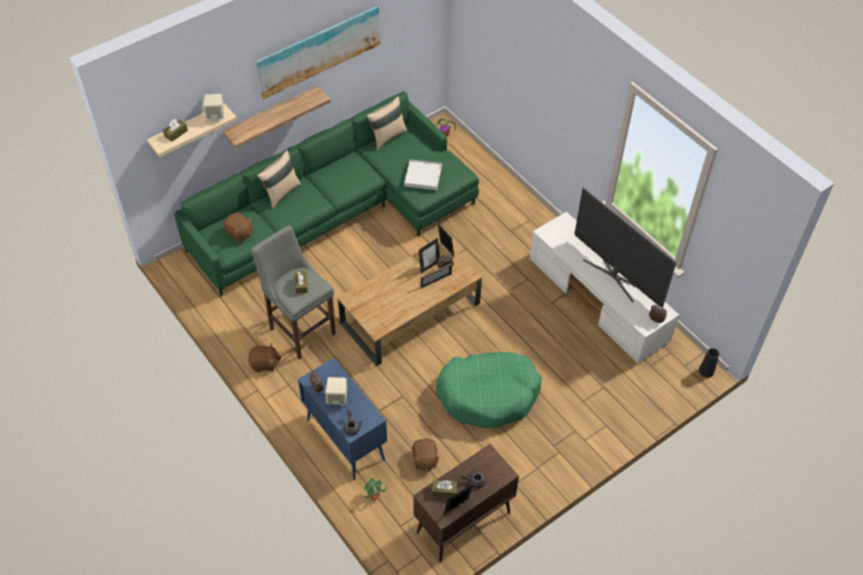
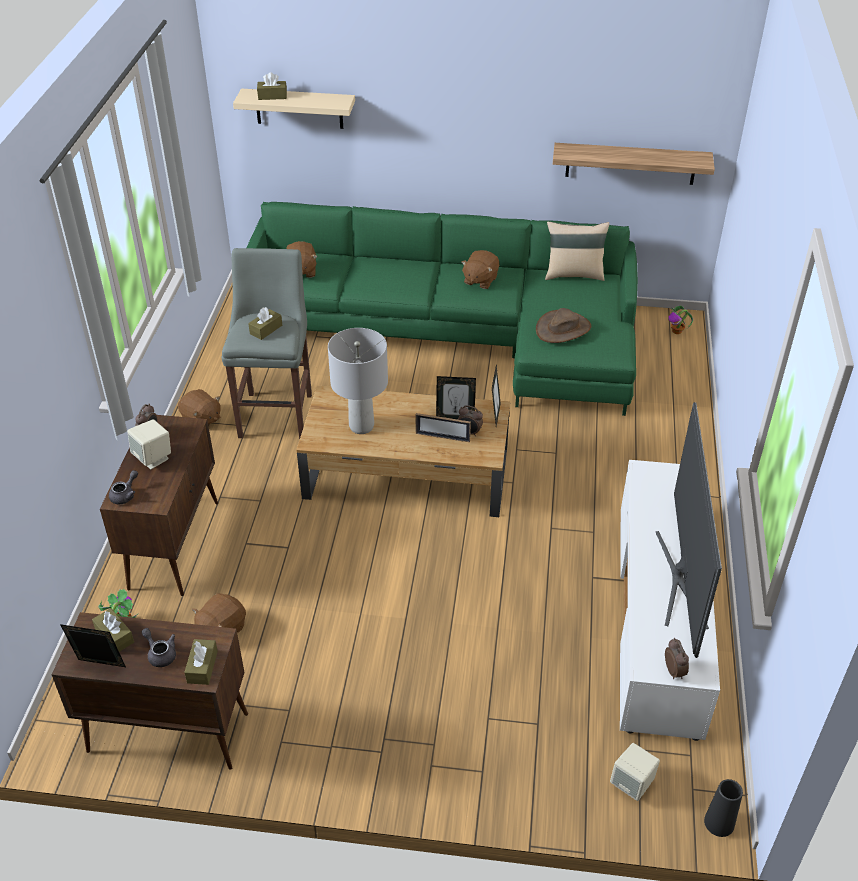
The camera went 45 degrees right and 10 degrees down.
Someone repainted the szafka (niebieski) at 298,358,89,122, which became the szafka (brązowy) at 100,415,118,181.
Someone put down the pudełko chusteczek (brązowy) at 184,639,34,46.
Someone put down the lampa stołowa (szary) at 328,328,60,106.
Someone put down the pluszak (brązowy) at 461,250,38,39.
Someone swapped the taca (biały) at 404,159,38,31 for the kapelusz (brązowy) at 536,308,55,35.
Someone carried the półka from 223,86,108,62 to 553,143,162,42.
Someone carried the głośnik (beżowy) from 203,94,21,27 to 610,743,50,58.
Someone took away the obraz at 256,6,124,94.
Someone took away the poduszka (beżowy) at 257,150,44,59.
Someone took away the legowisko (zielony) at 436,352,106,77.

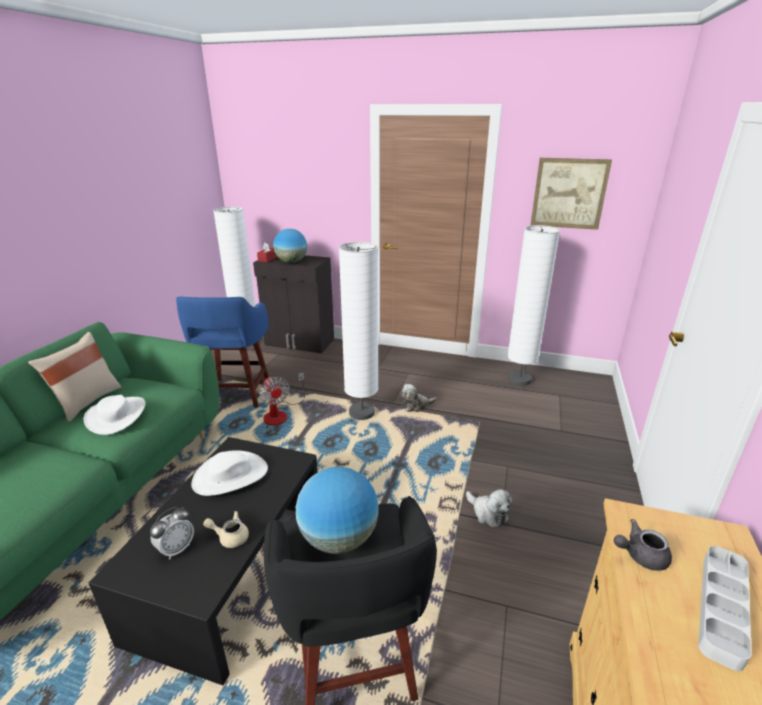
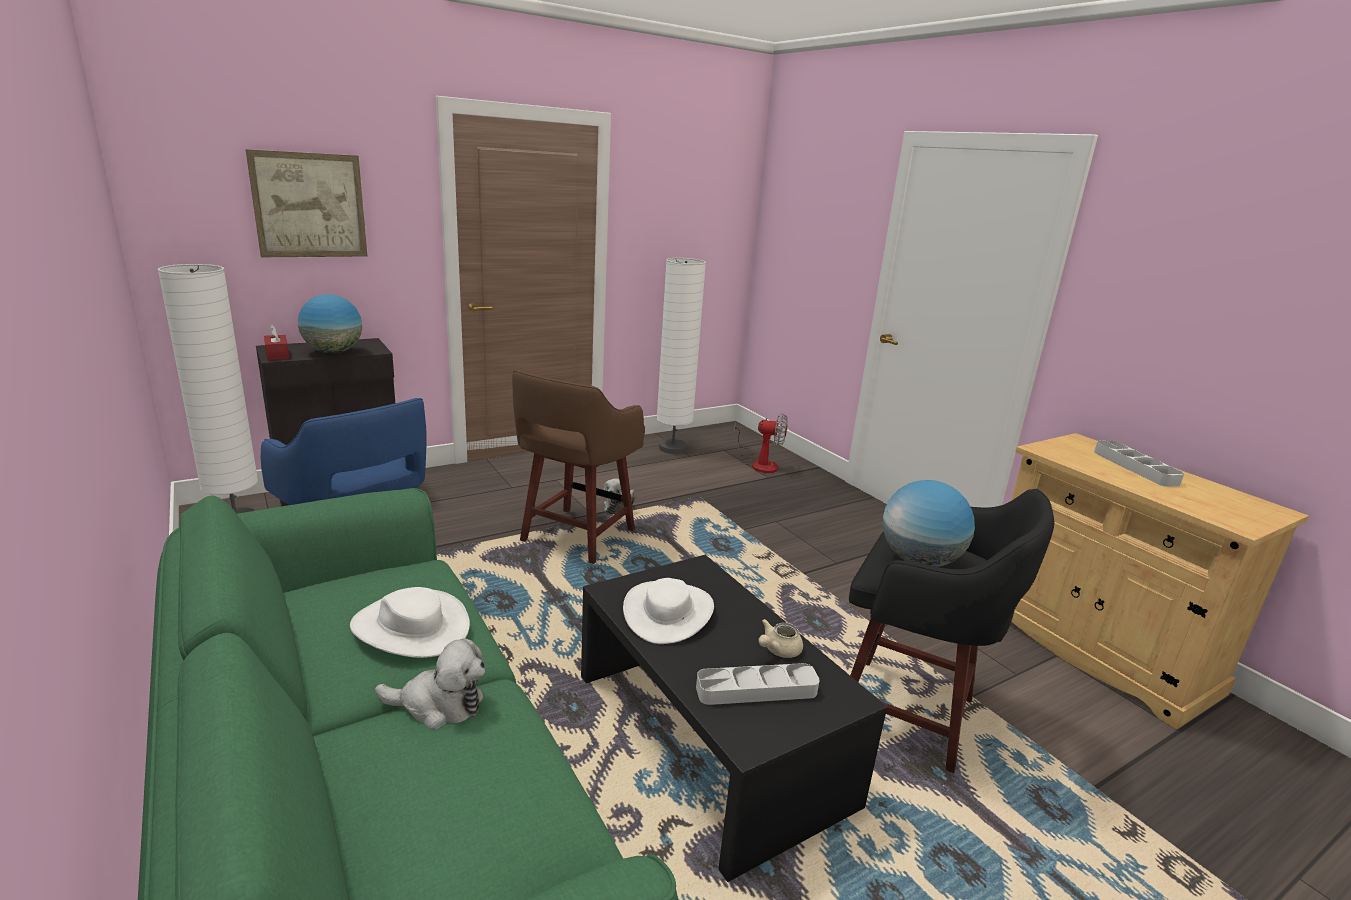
The camera went 50 degrees left and 5 degrees down.
Someone carried the obraz from 531,158,81,72 to 245,149,122,108.
Someone carried the pluszak from 466,489,46,38 to 375,638,111,92.
Someone swapped the lampa stojąca (biały) at 339,242,40,178 for the stołek (brązowy) at 512,370,133,194.
Someone swapped the budzik at 150,507,44,52 for the taca (szary) at 696,663,124,42.
Someone carried the wentylator from 259,372,46,53 to 734,413,54,60.
Someone took away the poduszka (beżowy) at 28,332,93,90.
Someone took away the imbryk (szary) at 614,519,58,52.

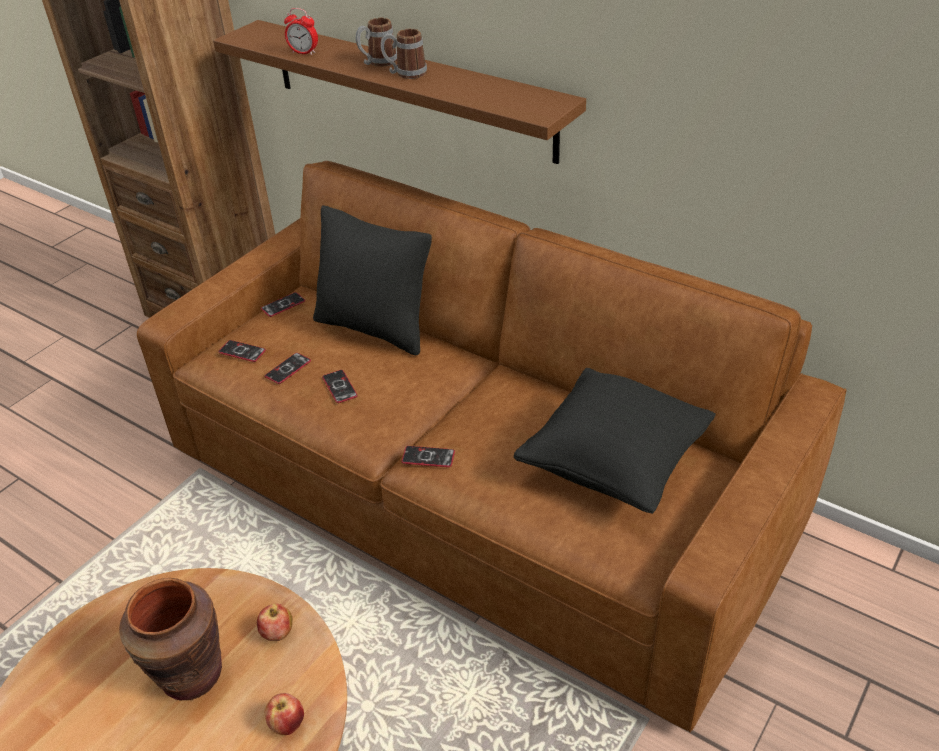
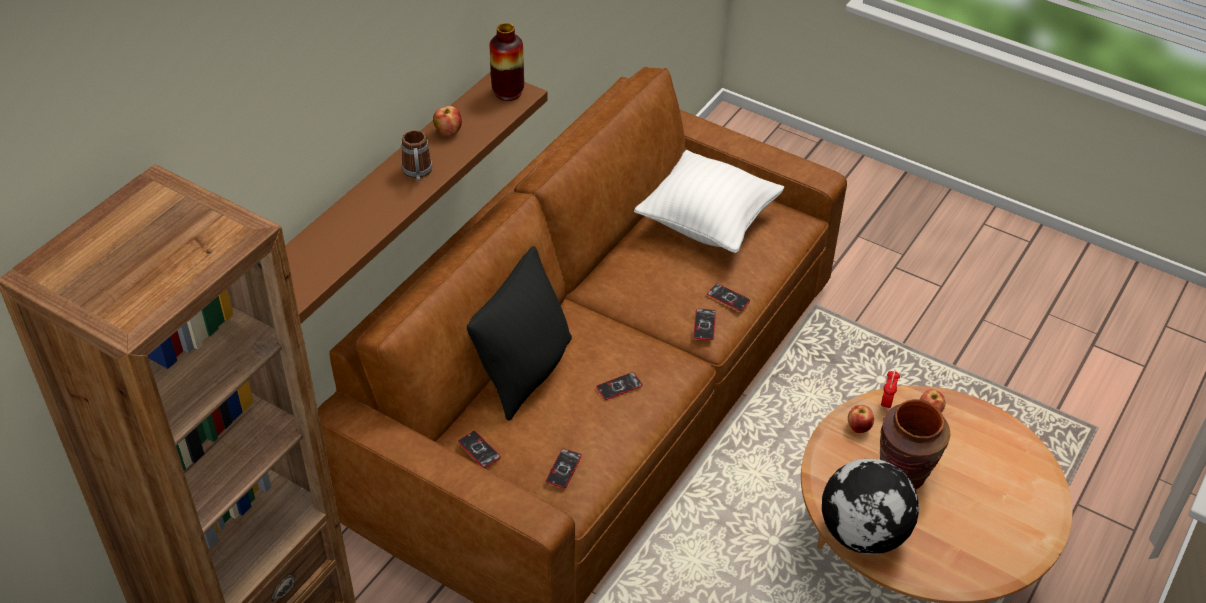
The camera went 95 degrees left and 5 degrees up.
Someone put down the jabłko at 433,106,29,30.
Someone put down the wazon at 490,23,34,78.
Someone repainted the poduszka (czarny) at 513,368,203,146, which became the poduszka (biały) at 634,150,150,103.
Someone carried the telefon from 265,353,46,31 to 707,283,43,28.
Someone put down the globus at 822,458,97,97.
Someone carried the budzik from 284,8,34,47 to 881,369,19,42.
Someone took away the kubek at 356,18,41,49.

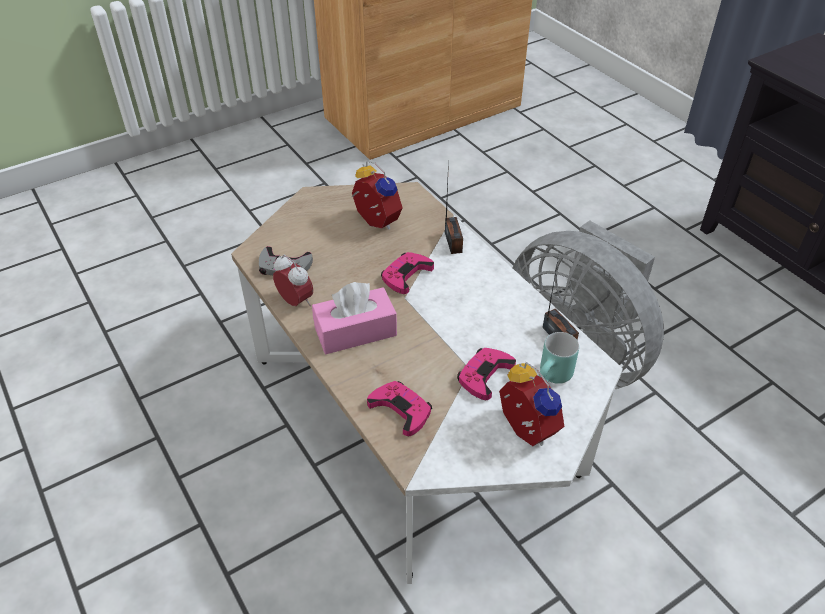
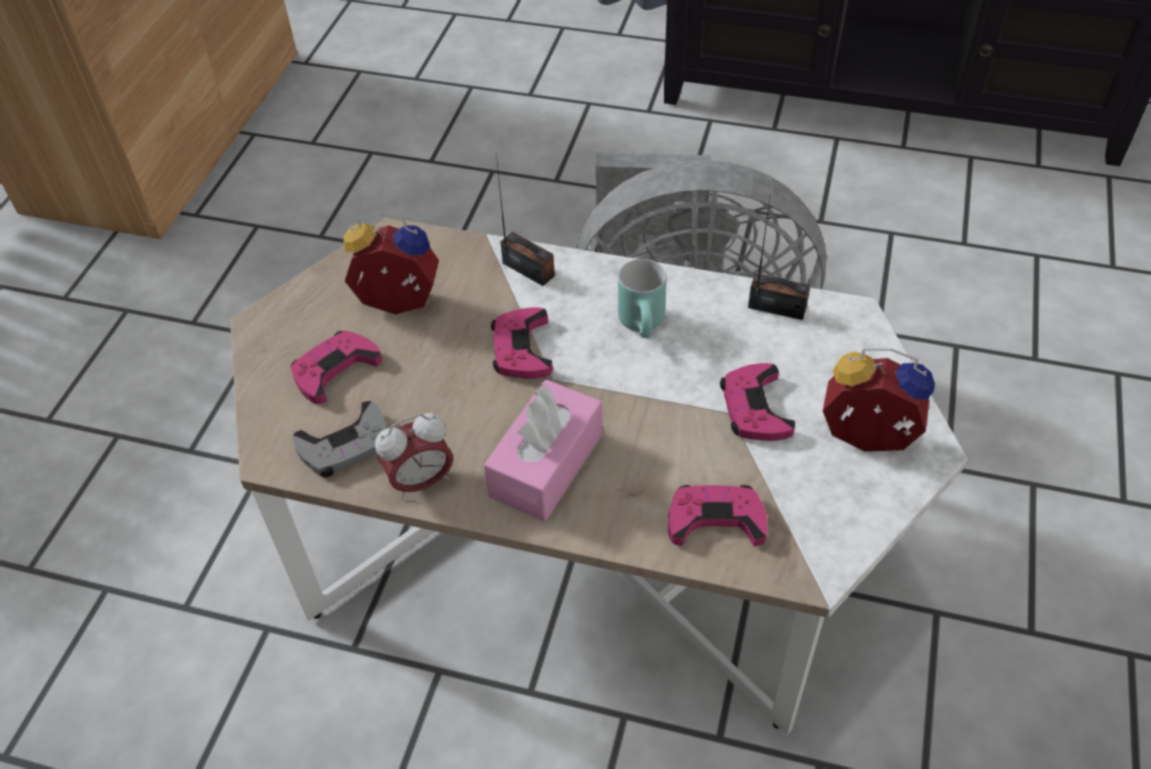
The camera went 40 degrees left and 5 degrees up.
Someone put down the pad do gier (różowy) at 290,331,92,73.
Someone rotated the budzik at 273,255,40,51 by 150 degrees clockwise.
Someone carried the kubek (turkusowy) from 538,332,41,52 to 618,259,49,79.

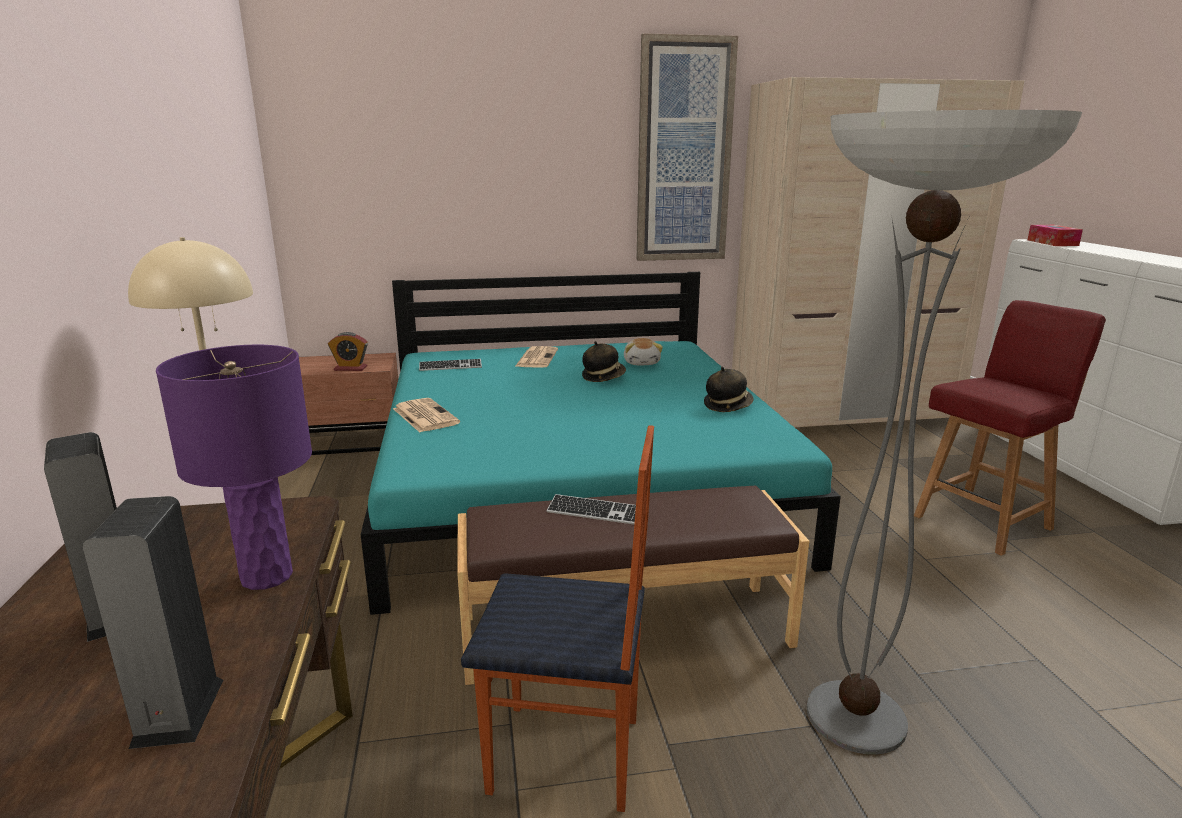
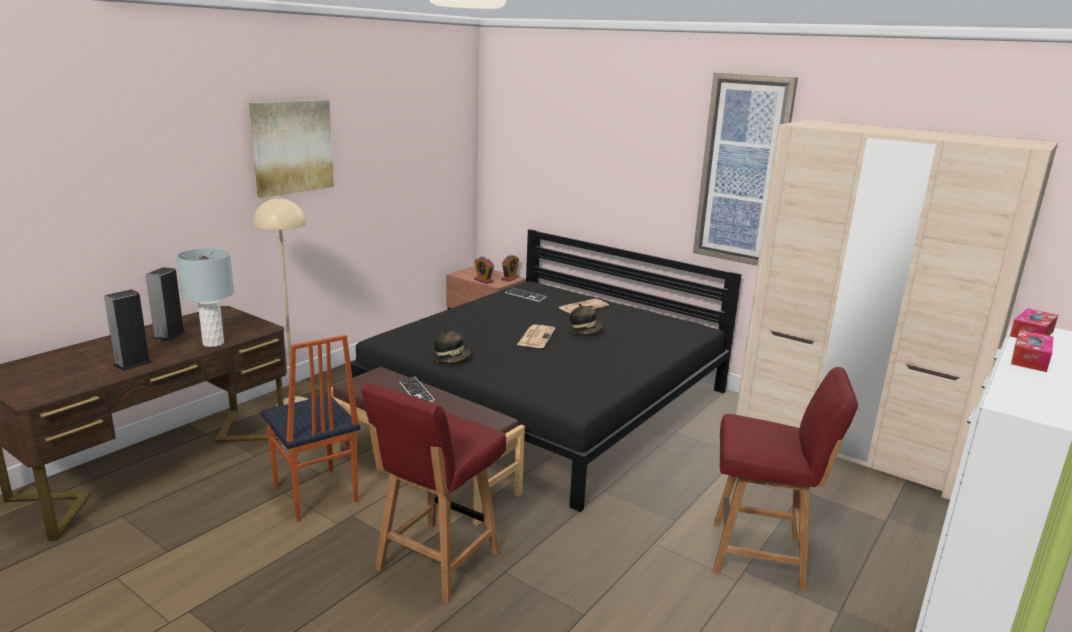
The camera went 45 degrees right and 0 degrees up.
Someone repainted the lampa stołowa (fioletowy) at 156,345,156,245, which became the lampa stołowa (szary) at 176,248,58,99.
Someone put up the obraz at 249,100,85,98.
Someone repainted the łóżko (turkusowy) at 361,272,480,343, which became the łóżko (czarny) at 350,229,391,283.
Someone swapped the lampa stojąca at 807,110,275,645 for the krzesło (czerwony) at 361,383,145,220.
Someone carried the kapelusz from 704,367,50,45 to 434,328,37,34.
Someone put down the budzik at 501,255,18,27.
Someone carried the gazeta from 393,398,67,34 to 517,325,38,23.
Someone put down the pudełko chusteczek at 1011,330,42,42.
Someone took away the pluszak at 624,338,39,27.

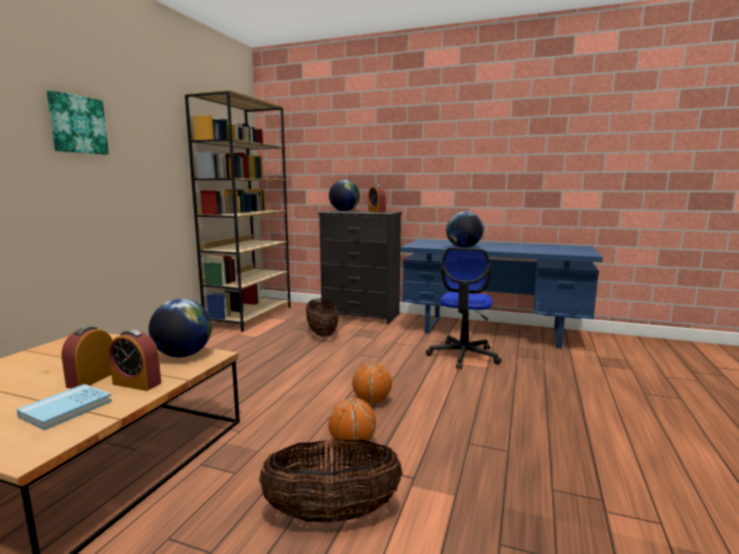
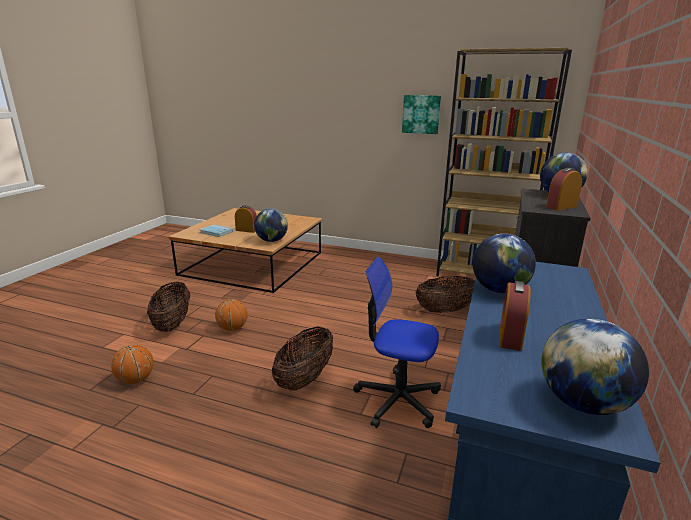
The camera went 90 degrees right and 10 degrees up.
Someone carried the piłka do koszykówki from 352,362,40,42 to 111,345,42,39.
Someone put down the koszyk at 272,326,61,65.
Someone carried the obraz from 47,90,62,65 to 402,95,39,39.
Someone carried the budzik from 109,329,52,62 to 499,281,32,70.
Someone put down the globus at 541,319,108,96.

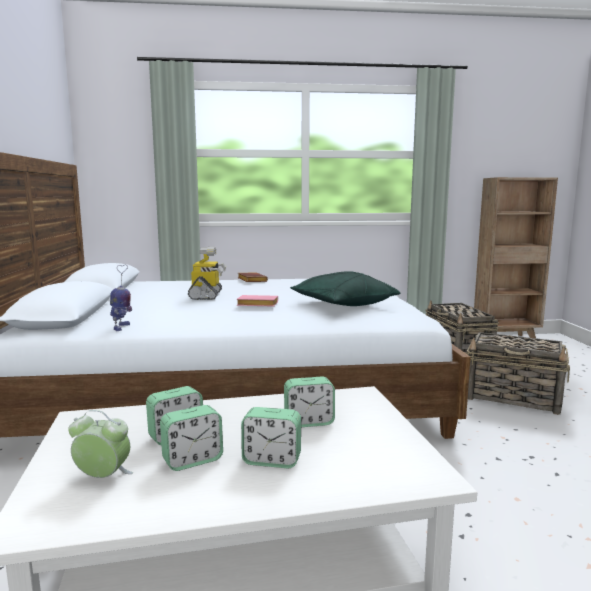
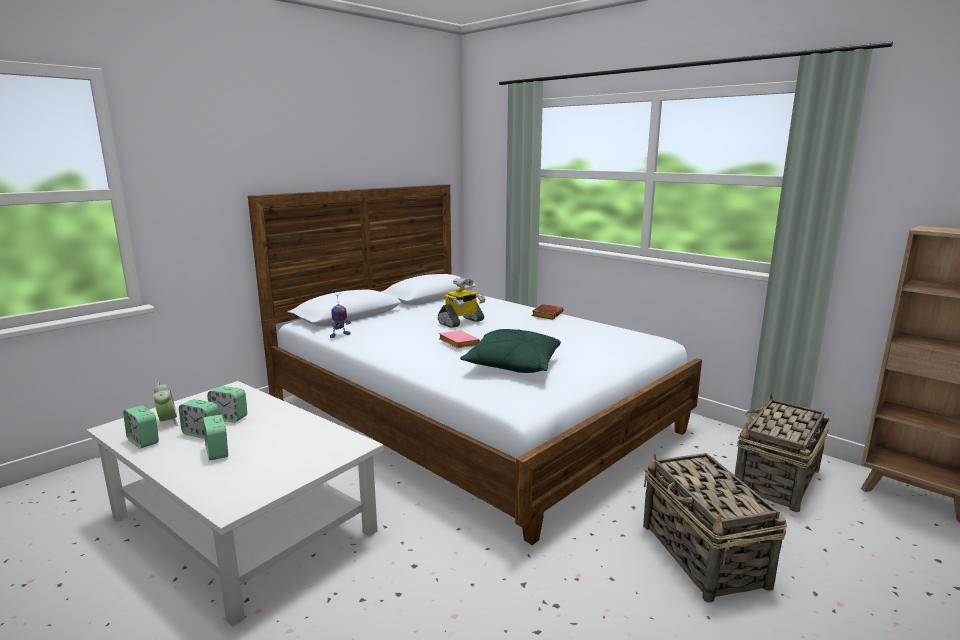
The camera went 50 degrees right and 5 degrees up.
Someone carried the budzik from 284,376,51,51 to 123,405,36,43.

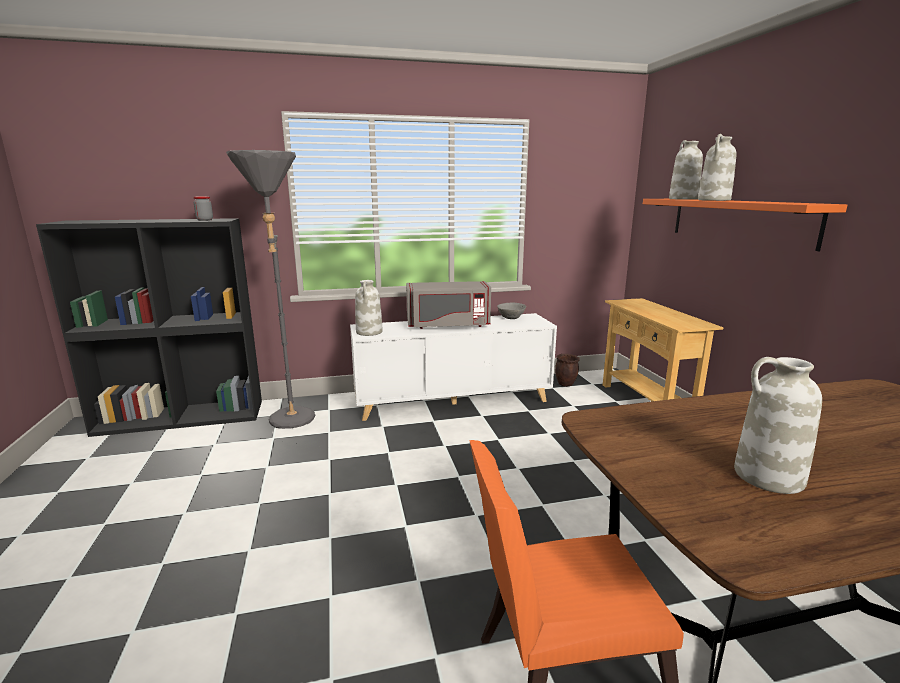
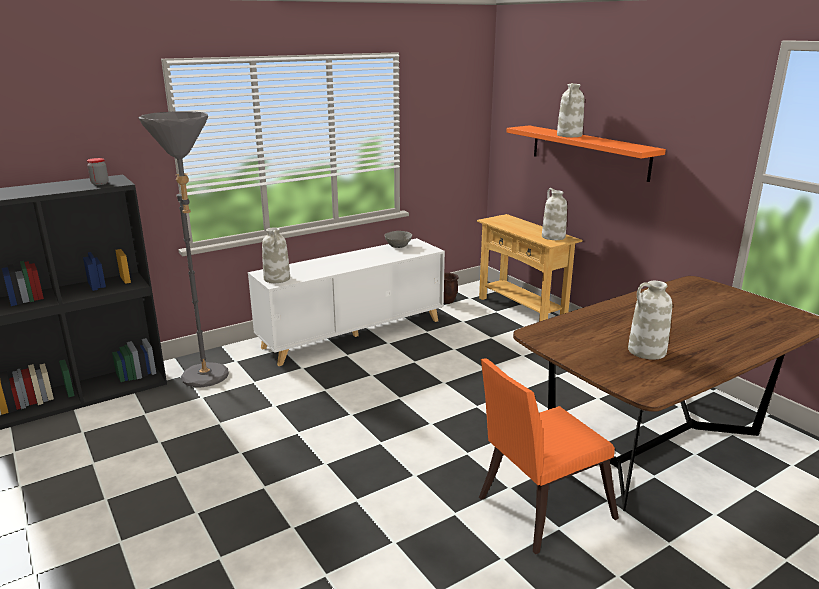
The camera went 20 degrees left and 5 degrees up.
Someone carried the wazon (biały) from 669,140,34,60 to 542,188,25,52.
Someone took away the mikrofalówka (szary) at 406,281,85,48.

